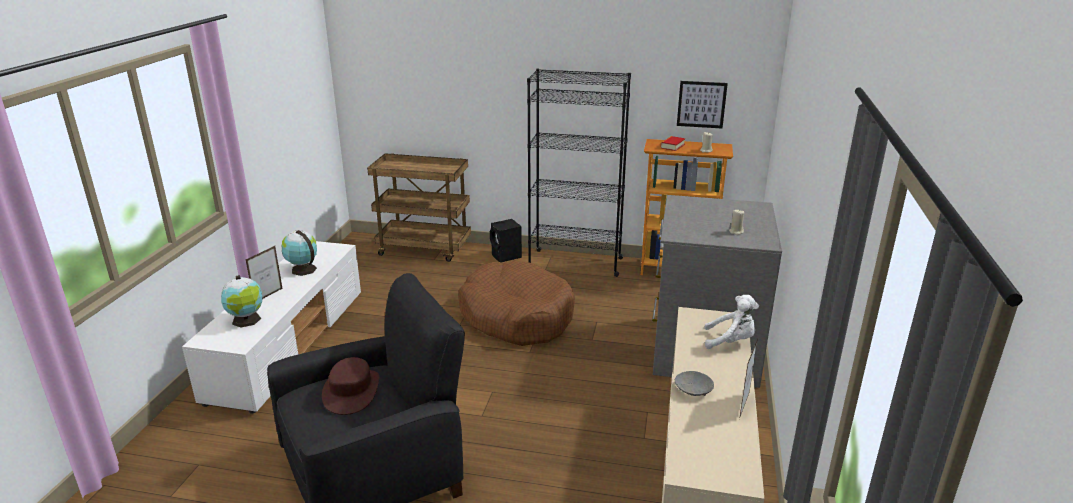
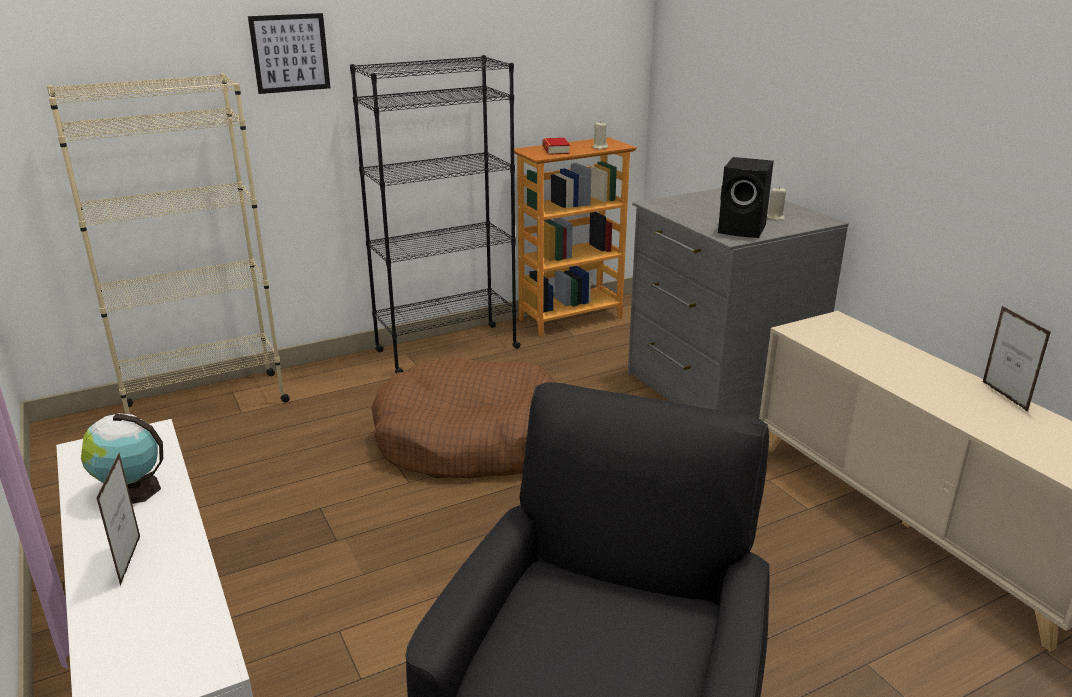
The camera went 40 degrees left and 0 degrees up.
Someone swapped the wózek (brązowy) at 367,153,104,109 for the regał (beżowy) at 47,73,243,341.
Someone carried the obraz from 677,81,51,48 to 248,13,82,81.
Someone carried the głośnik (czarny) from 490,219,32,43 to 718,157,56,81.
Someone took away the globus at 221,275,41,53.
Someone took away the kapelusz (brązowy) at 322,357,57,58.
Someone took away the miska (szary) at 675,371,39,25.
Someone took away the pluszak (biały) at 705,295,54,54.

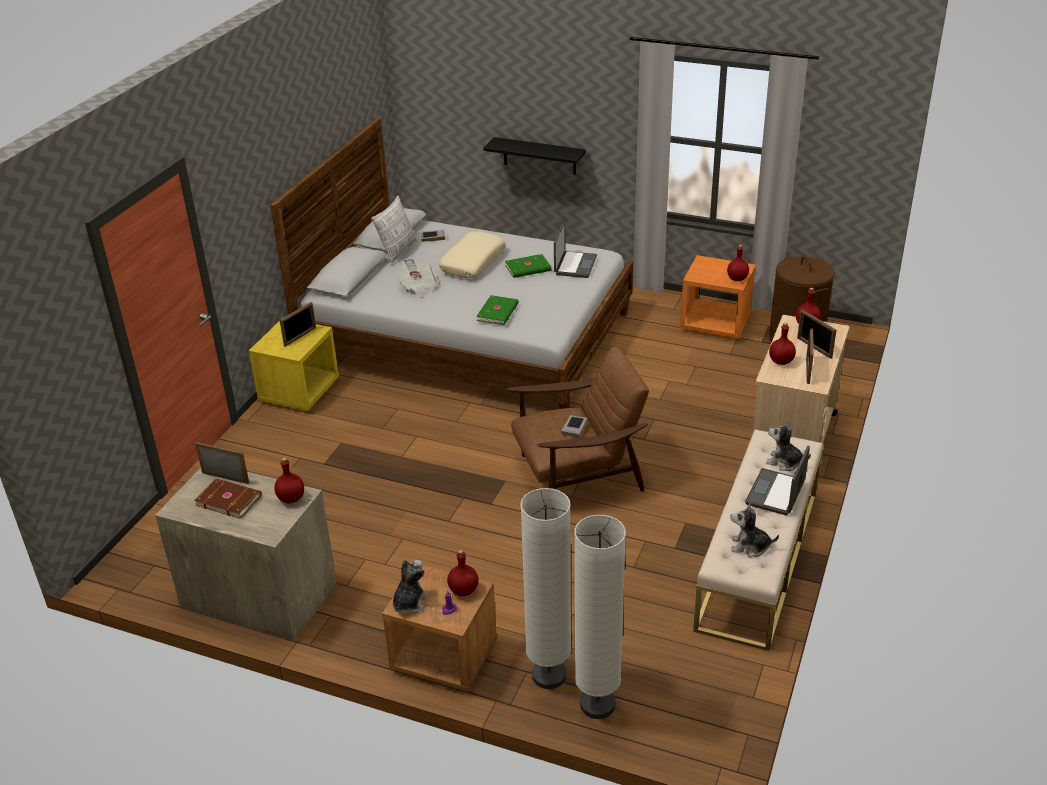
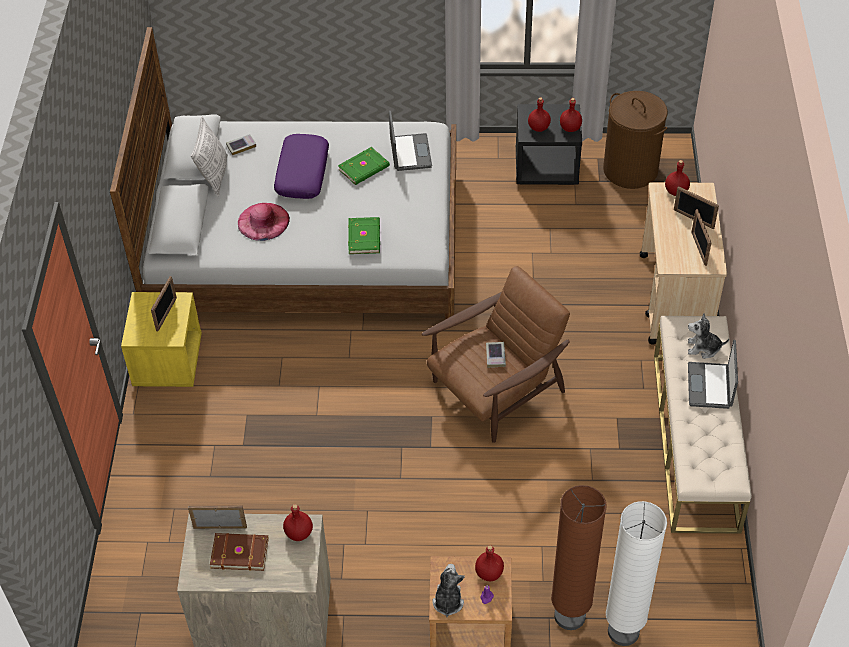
The camera went 20 degrees left and 15 degrees up.
Someone swapped the gazeta at 397,258,41,39 for the kapelusz (różowy) at 238,203,52,38.
Someone repainted the poduszka (beżowy) at 439,231,66,47, which became the poduszka (fioletowy) at 274,134,55,65.
Someone repainted the szafka nocna (pomarańczowy) at 680,255,76,85, which became the szafka nocna (czarny) at 516,104,66,81.
Someone carried the butelka (czerwony) from 769,323,27,42 to 528,97,23,35.
Someone repainted the lampa stojąca (biały) at 520,488,51,201, which became the lampa stojąca (brązowy) at 551,485,56,145.
Someone took away the półka (czarny) at 483,137,103,38.
Someone took away the pluszak at 730,502,49,55.

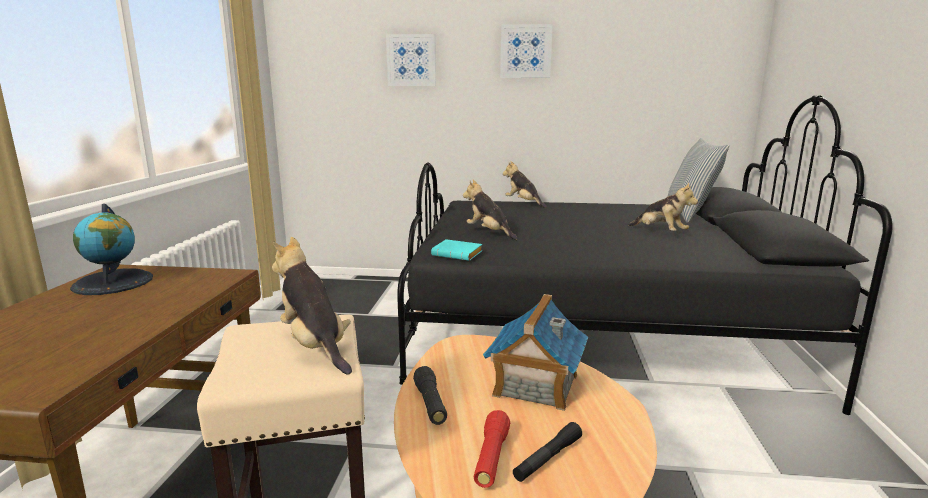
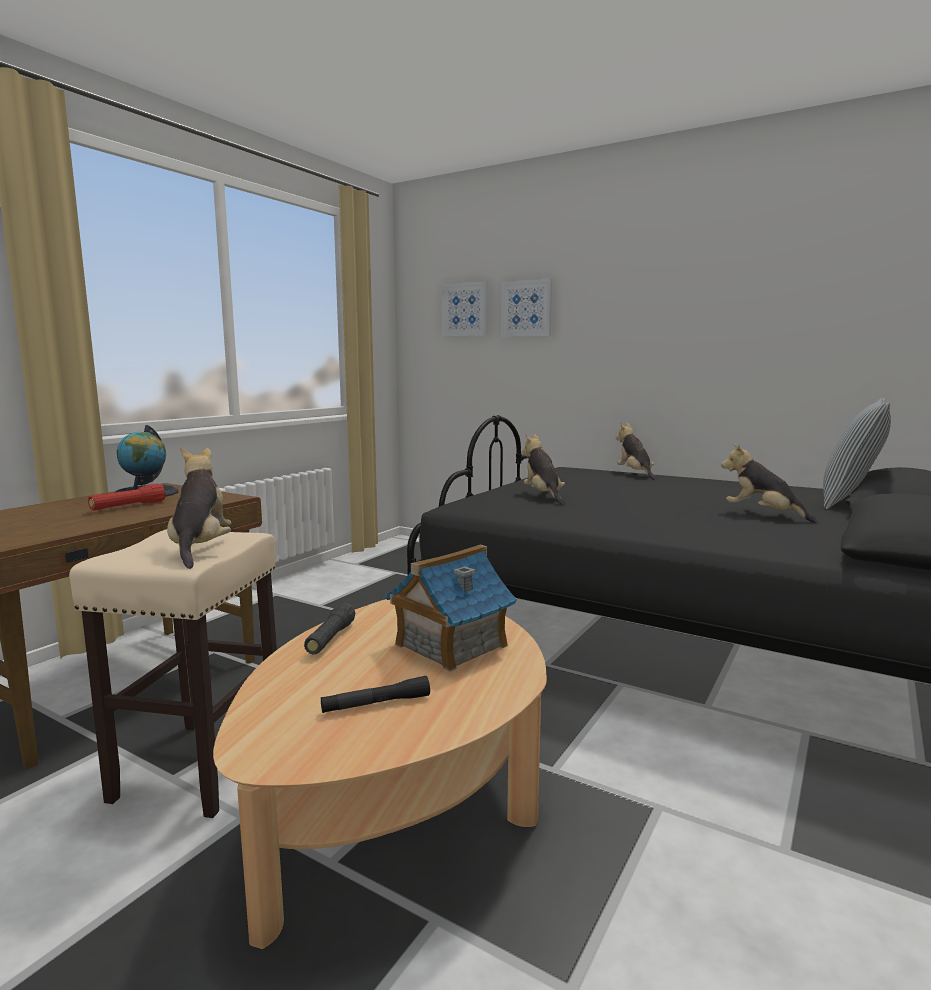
The camera went 25 degrees right and 5 degrees down.
Someone carried the latarka (czerwony) from 474,410,36,78 to 88,483,78,27.
Someone carried the obraz from 500,24,52,54 to 442,281,46,56.
Someone rotated the pluszak at 628,182,70,49 by 150 degrees clockwise.
Someone took away the książka (turkusowy) at 431,239,51,22.

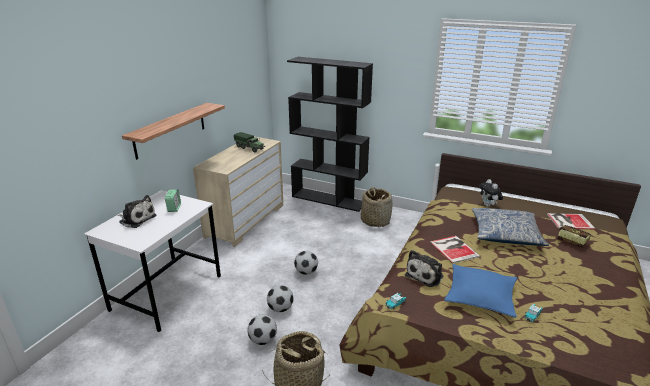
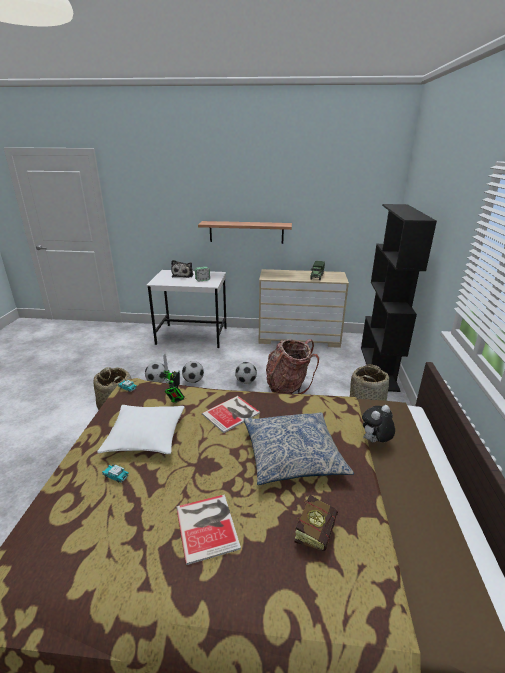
The camera went 70 degrees right and 0 degrees up.
Someone repainted the poduszka (niebieski) at 444,264,73,54, which became the poduszka (biały) at 97,405,87,49.
Someone swapped the pluszak at 405,250,38,37 for the robot zabawkowy at 163,354,22,49.
Someone carried the książka from 547,213,48,16 to 176,494,65,71.
Someone put down the plecak at 266,339,53,55.

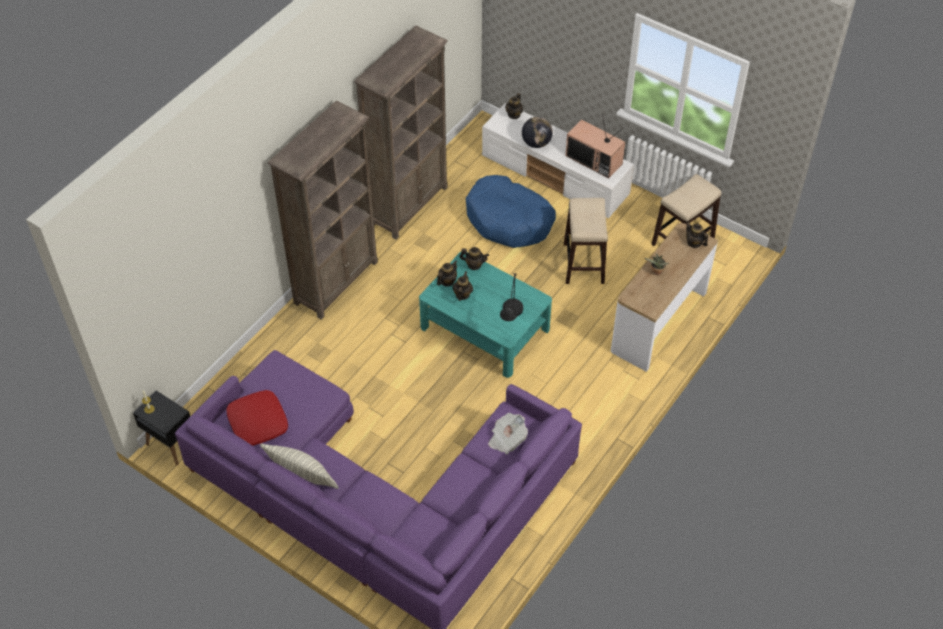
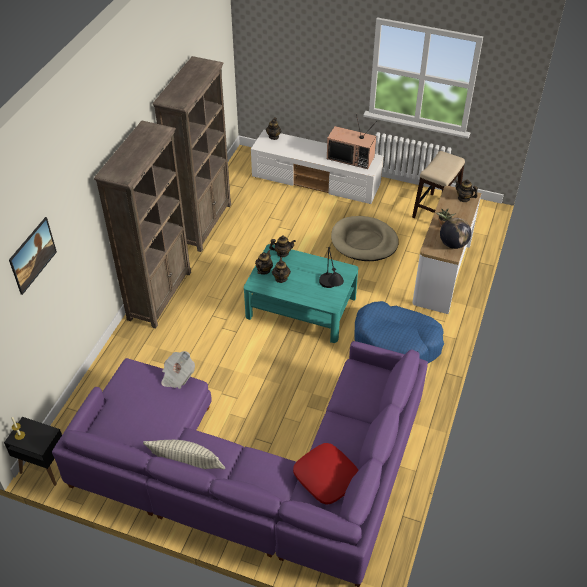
The camera went 15 degrees left and 5 degrees down.
Someone put up the obraz at 9,217,48,78.
Someone carried the gazeta from 488,413,40,41 to 161,351,34,38.
Someone carried the poduszka (czerwony) from 226,390,62,56 to 293,443,66,61.
Someone swapped the stołek at 564,198,44,86 for the legowisko (beżowy) at 331,216,68,45.
Someone carried the legowisko (niebieski) from 466,175,90,73 to 354,301,90,62.
Someone carried the globus from 522,117,31,31 to 440,218,31,31.

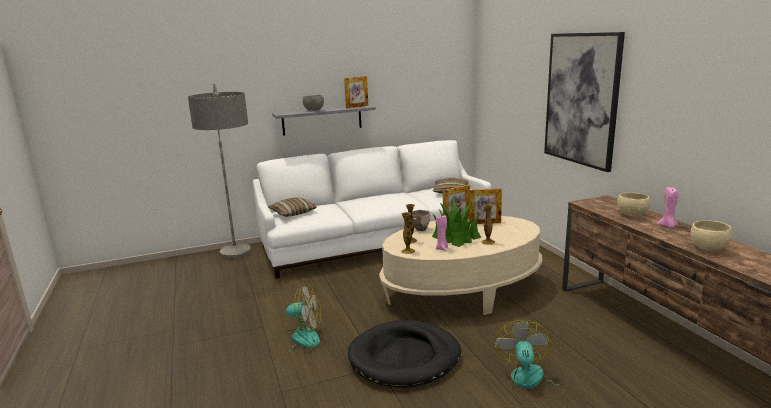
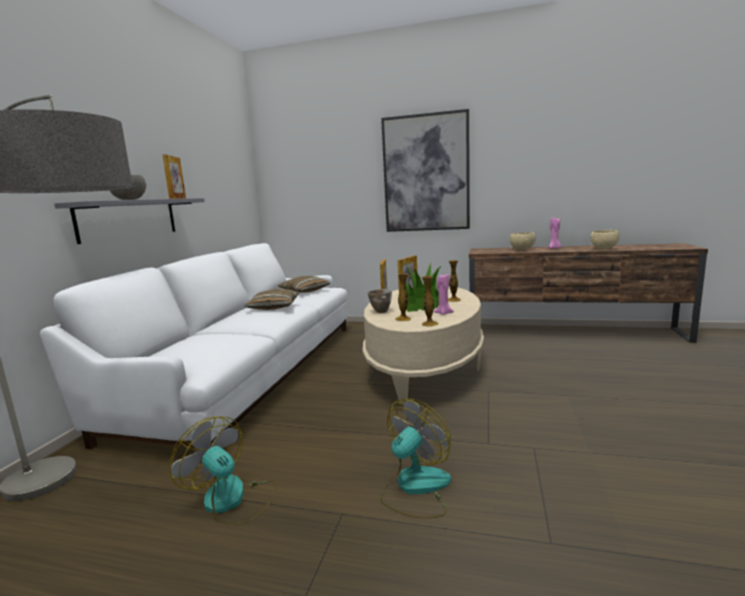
The camera went 55 degrees left and 5 degrees down.
Someone carried the wentylator from 495,320,70,83 to 170,416,107,109.
Someone carried the poduszka from 269,198,48,19 to 245,289,54,21.
Someone took away the legowisko (czarny) at 348,320,113,68.

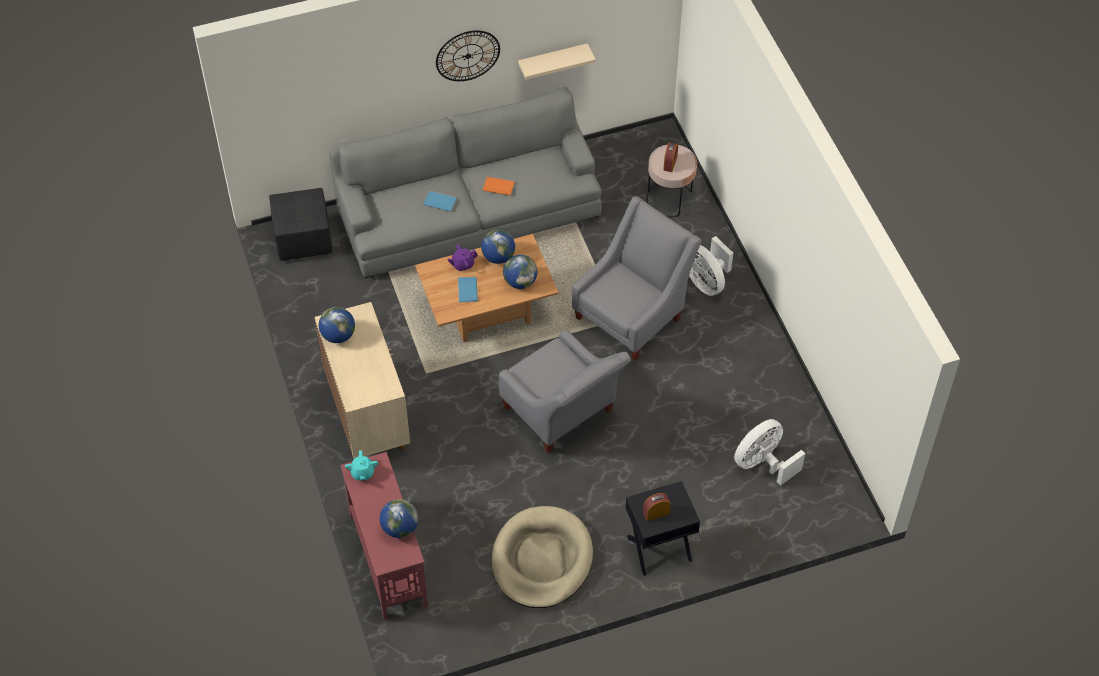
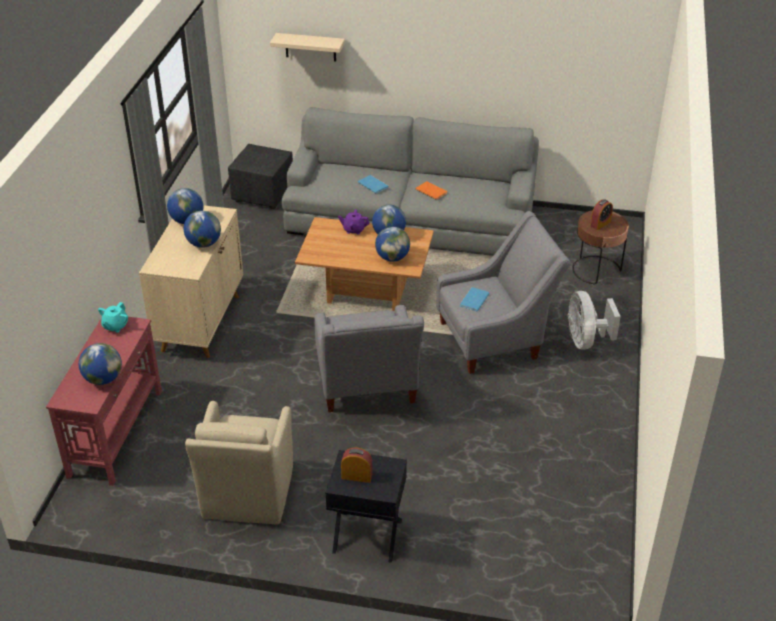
The camera went 30 degrees right and 15 degrees down.
Someone put down the globus at 184,211,37,37.
Someone swapped the legowisko (beżowy) at 492,506,101,102 for the fotel (beżowy) at 185,401,108,124.
Someone carried the półka (beżowy) from 518,43,78,37 to 270,33,75,29.
Someone carried the książka (niebieski) from 458,277,20,26 to 460,287,30,24.
Someone repainted the stolik (różowy) at 646,145,51,72, which became the stolik (brązowy) at 572,210,57,74.
Someone took away the zegar ścienny at 436,30,64,51.
Someone took away the wentylator (biały) at 734,419,71,67.

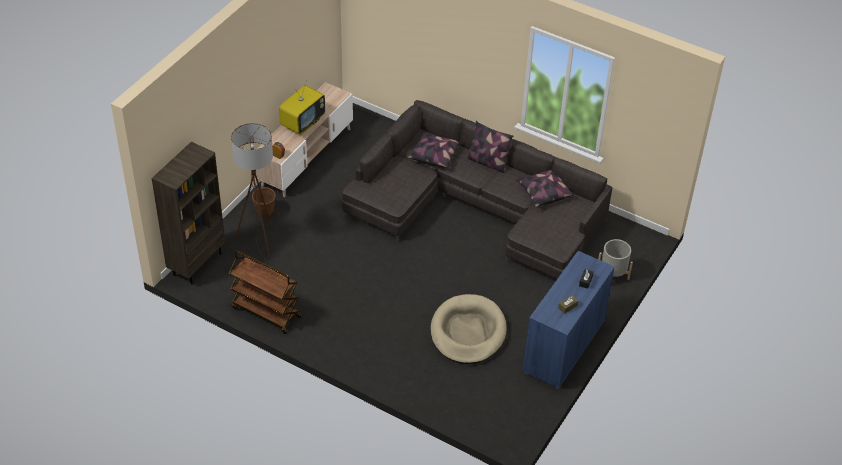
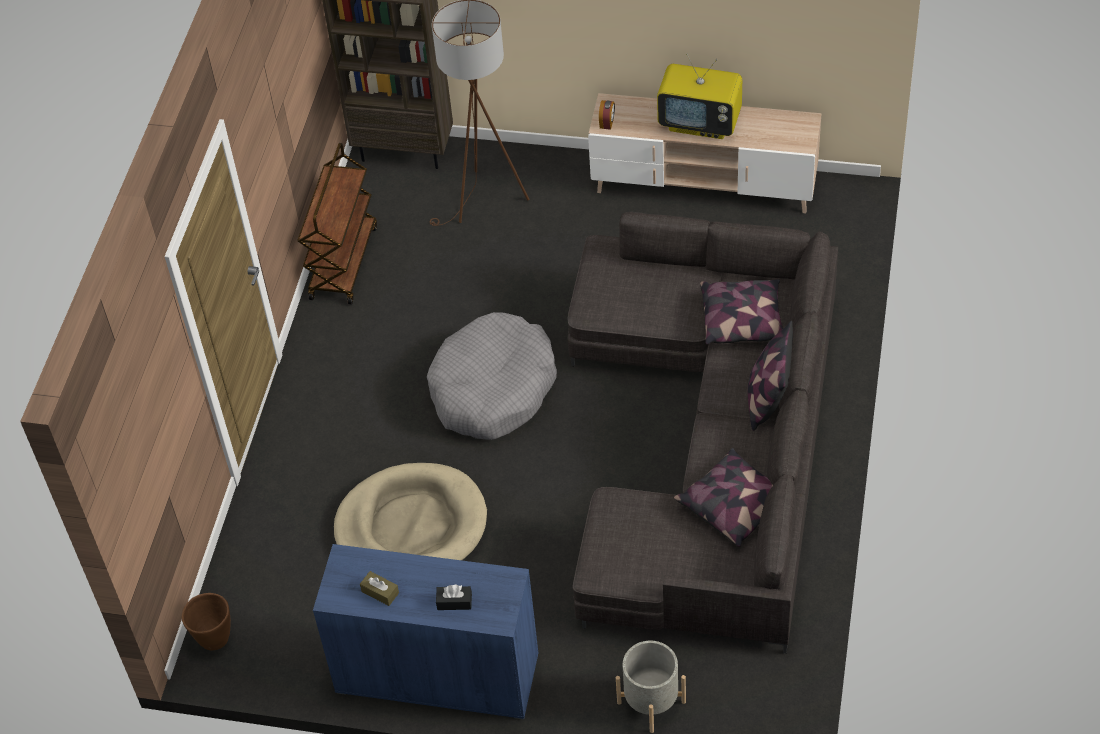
The camera went 75 degrees right and 5 degrees up.
Someone carried the donica (brązowy) from 252,187,24,30 to 182,593,49,57.
Someone put down the legowisko (szary) at 427,312,130,128.

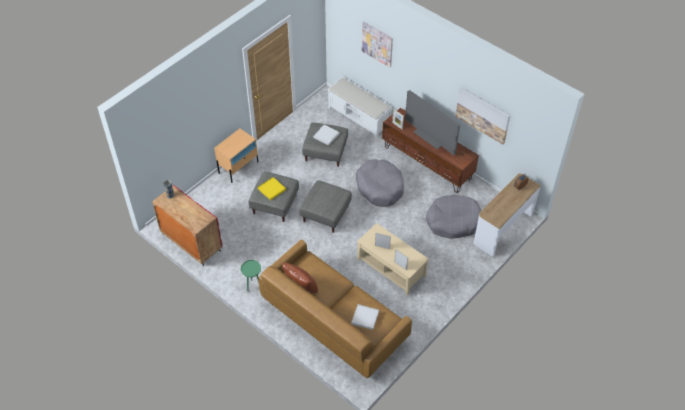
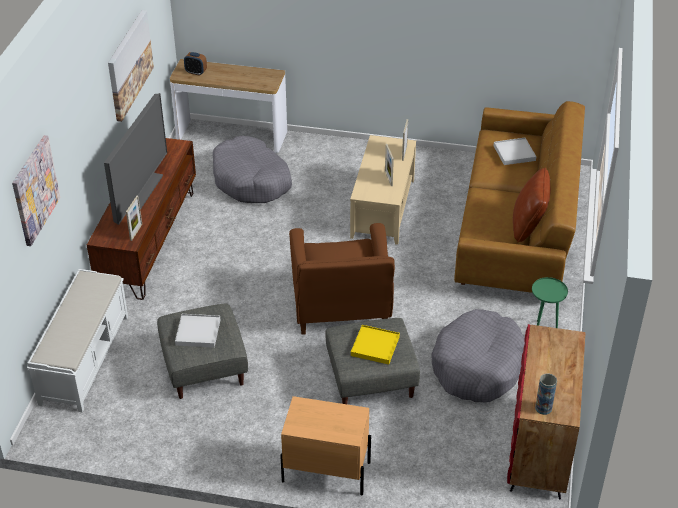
The camera went 120 degrees left and 10 degrees down.
Someone swapped the pufa (szary) at 299,180,53,53 for the fotel (brązowy) at 289,223,106,112.
Someone carried the legowisko (szary) from 356,159,48,48 to 431,309,94,93.

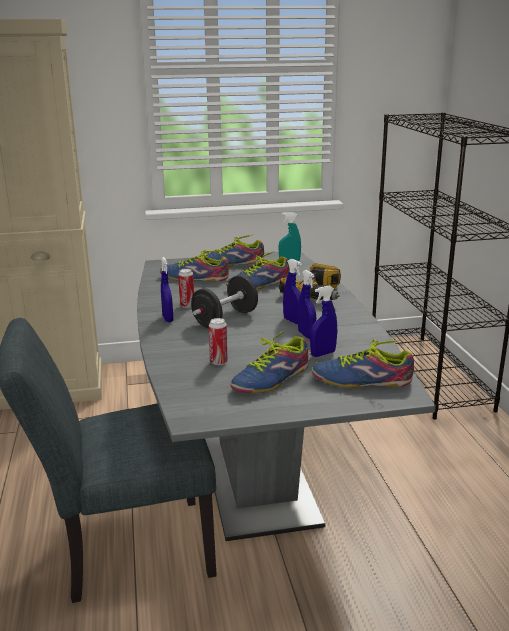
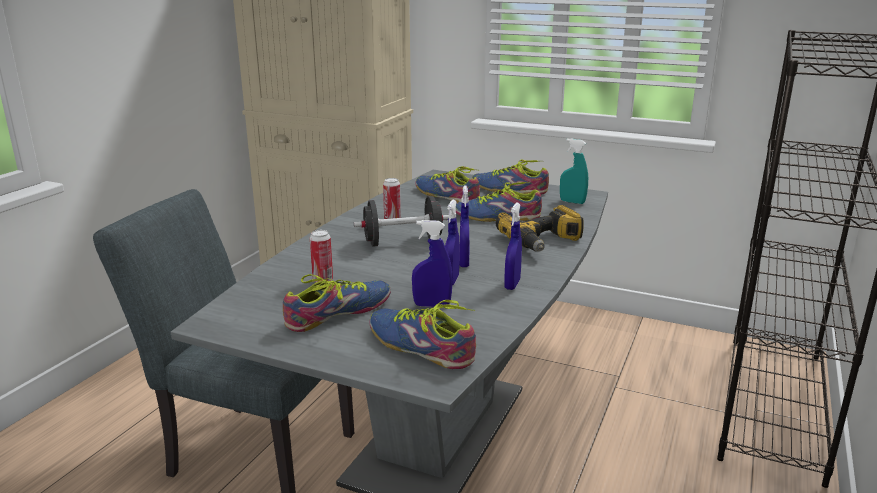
The camera went 35 degrees right and 0 degrees up.
Someone rotated the but at 230,329,78,64 by 150 degrees clockwise.
Someone carried the spryskiwacz (niebieski) from 161,257,12,65 to 504,203,18,87.

